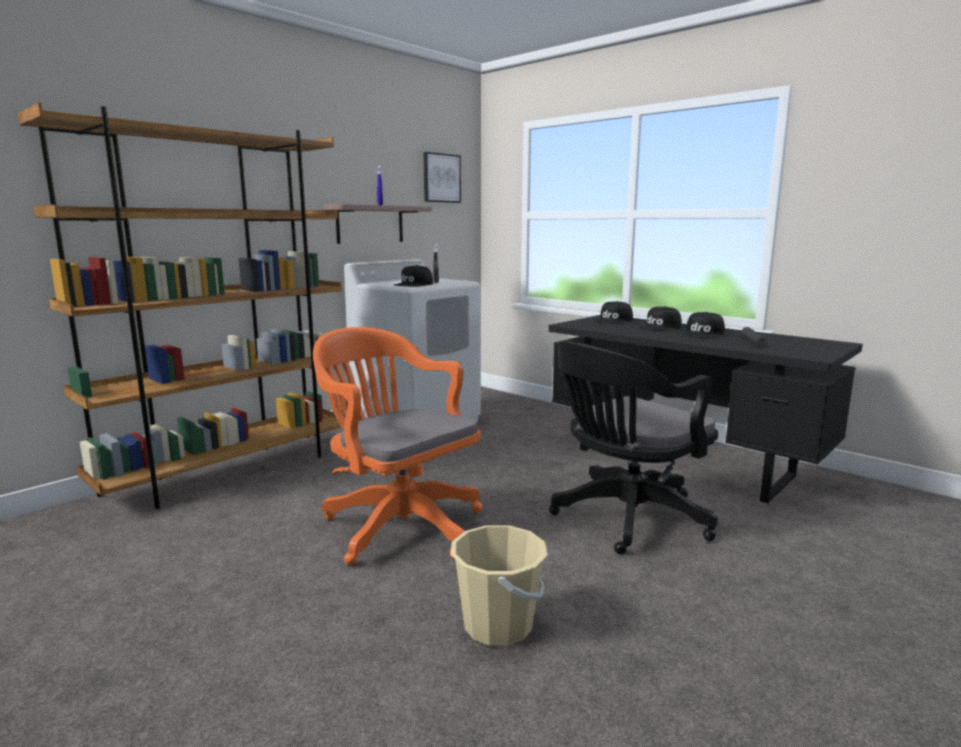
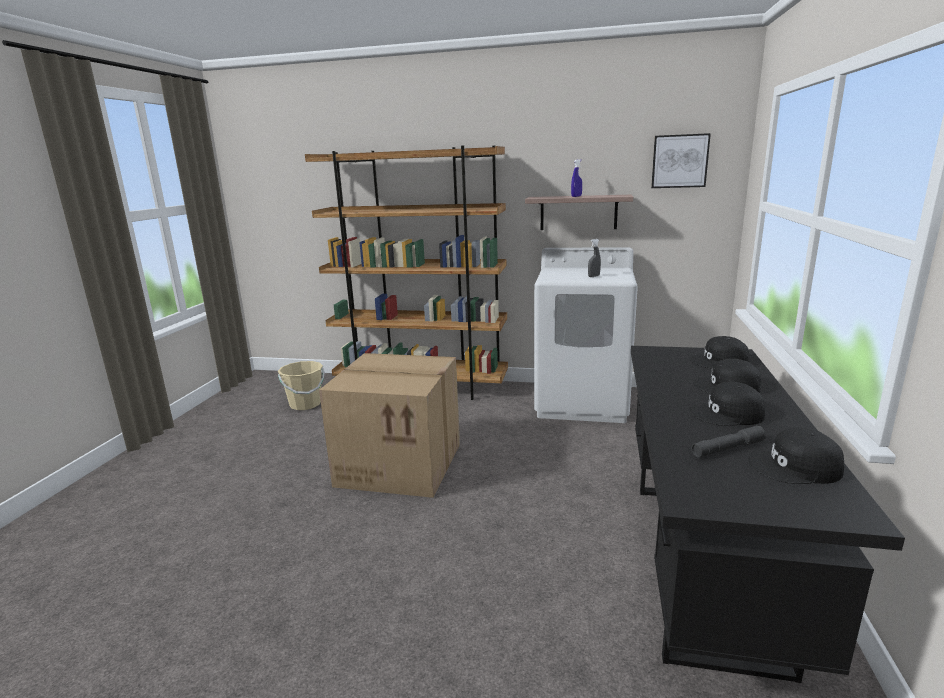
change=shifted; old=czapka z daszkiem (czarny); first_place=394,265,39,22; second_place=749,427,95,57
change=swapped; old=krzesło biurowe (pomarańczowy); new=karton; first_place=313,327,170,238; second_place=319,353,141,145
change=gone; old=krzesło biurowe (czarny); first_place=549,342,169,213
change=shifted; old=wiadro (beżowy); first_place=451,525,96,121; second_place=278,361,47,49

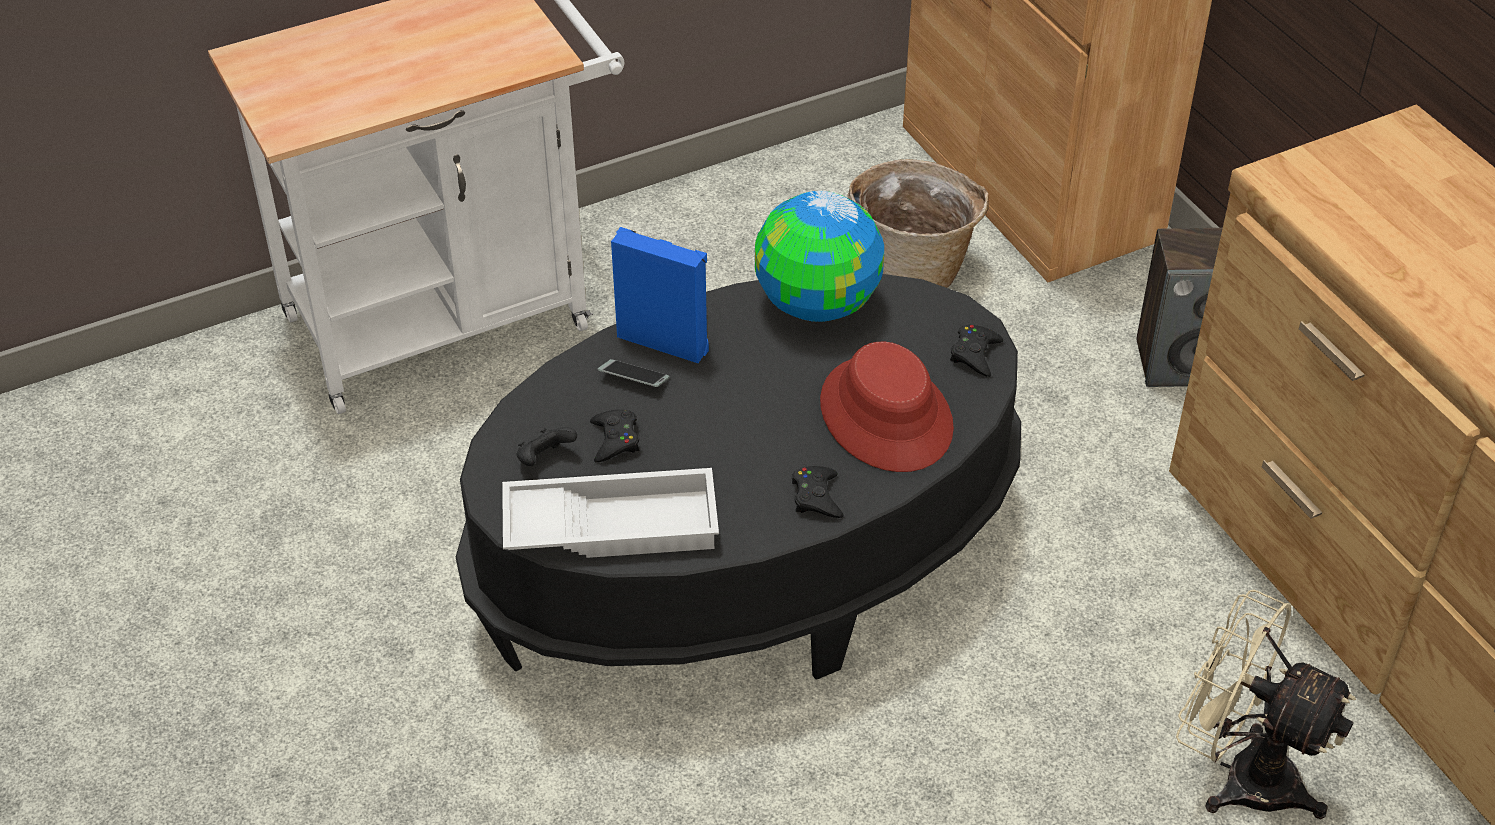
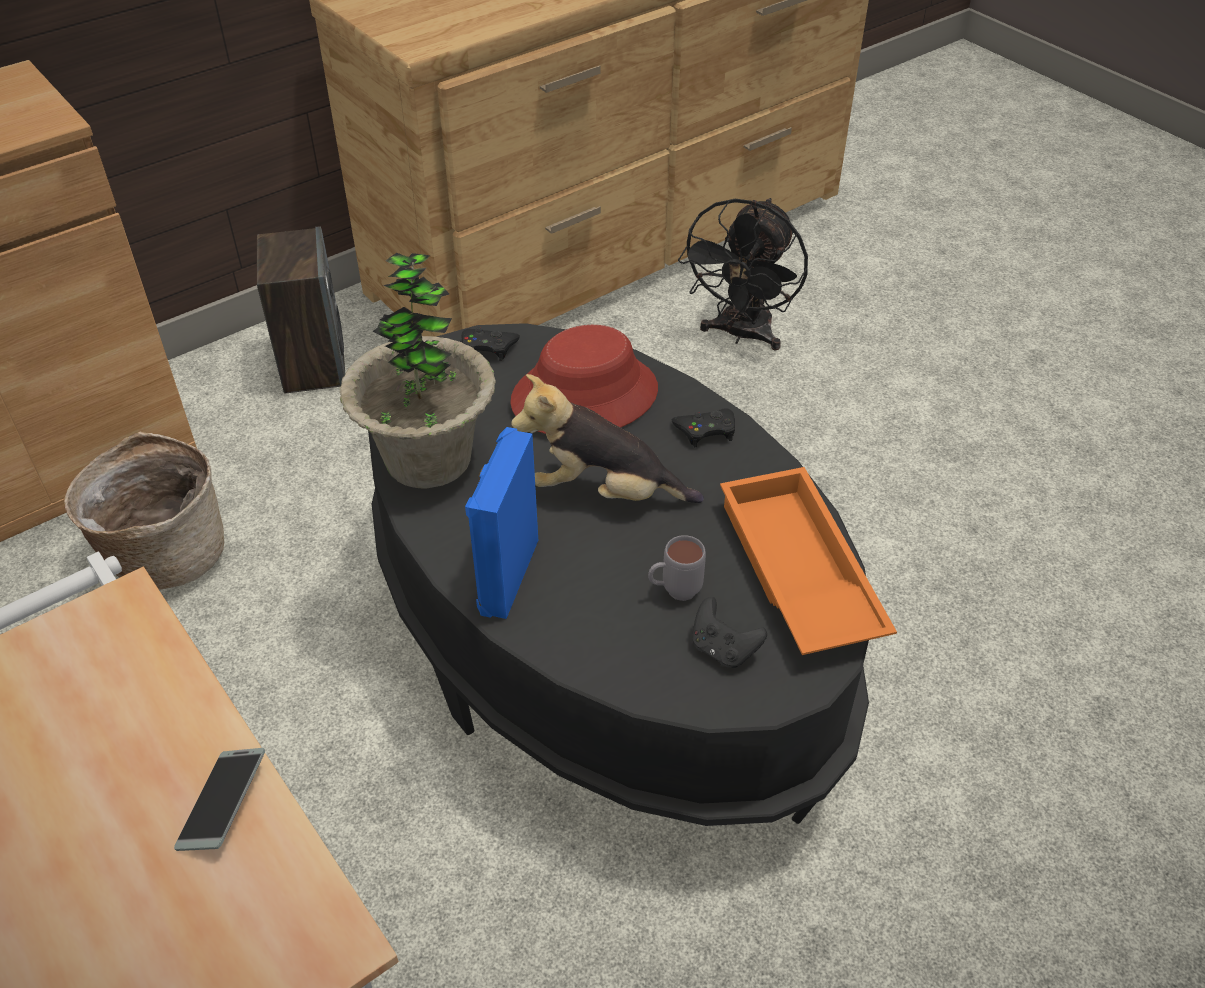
change=swapped; old=globus; new=roślina doniczkowa; first_place=755,191,129,131; second_place=340,253,156,236
change=shifted; old=telefon; first_place=598,359,72,28; second_place=174,748,91,103
change=swapped; old=pad do gier (czarny); new=kubek (szary); first_place=590,410,49,53; second_place=648,535,58,66
change=repainted; old=taca (biały); new=taca (pomarańczowy); first_place=502,468,217,90; second_place=720,467,177,188
change=repainted; old=wentylator (beżowy); new=wentylator (czarny); first_place=1176,589,180,230; second_place=678,198,130,153
change=new; new=pluszak; second_place=511,374,193,129

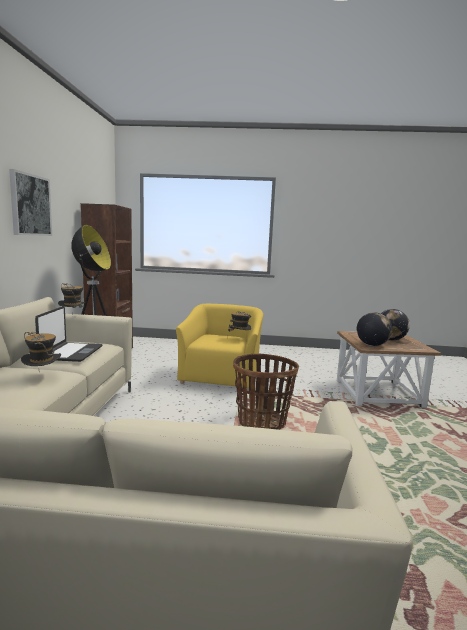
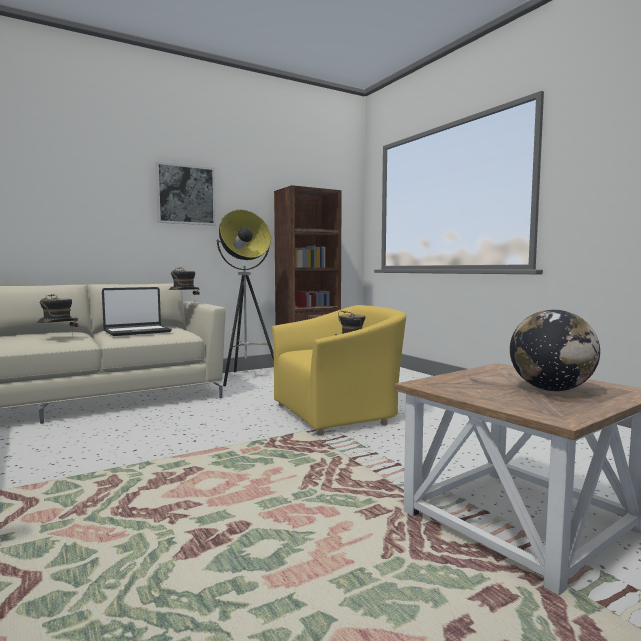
change=gone; old=globus; first_place=357,312,35,34
change=gone; old=koszyk; first_place=233,354,66,76

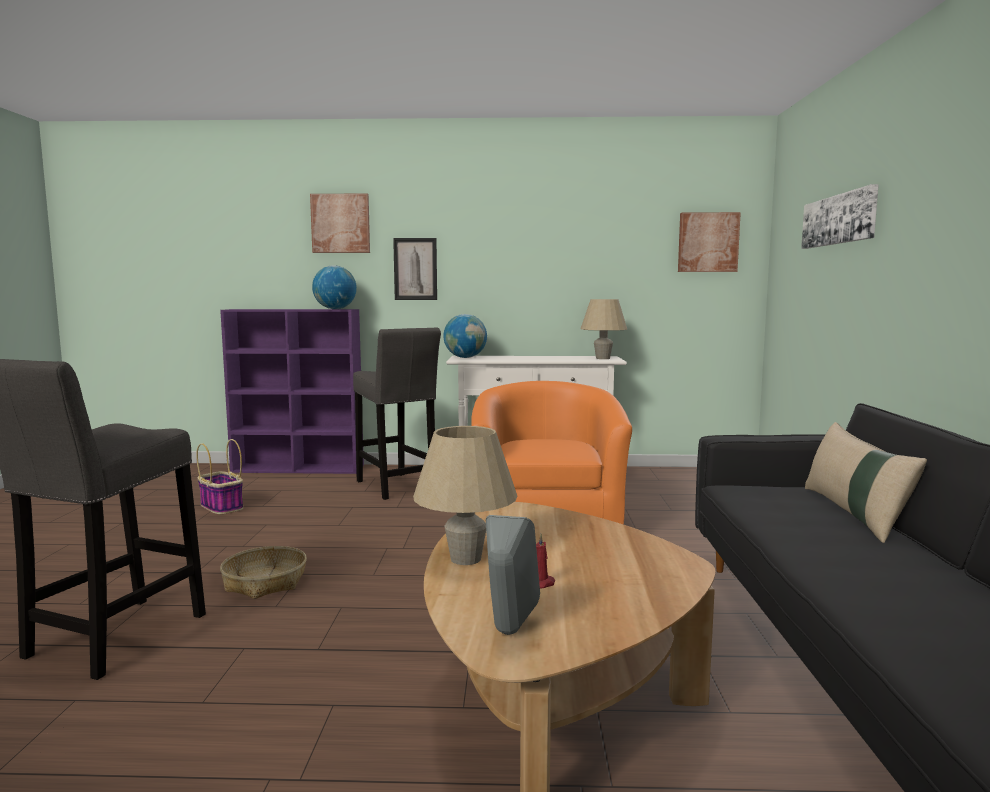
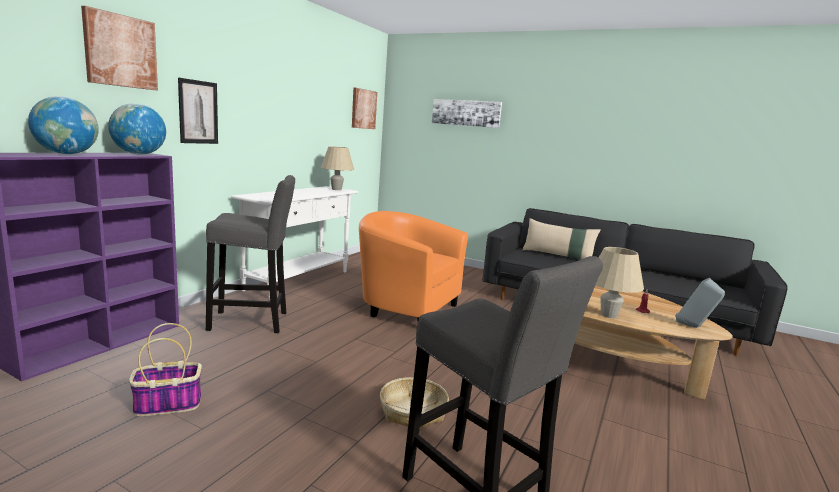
change=shifted; old=globus; first_place=443,314,44,44; second_place=28,96,71,58

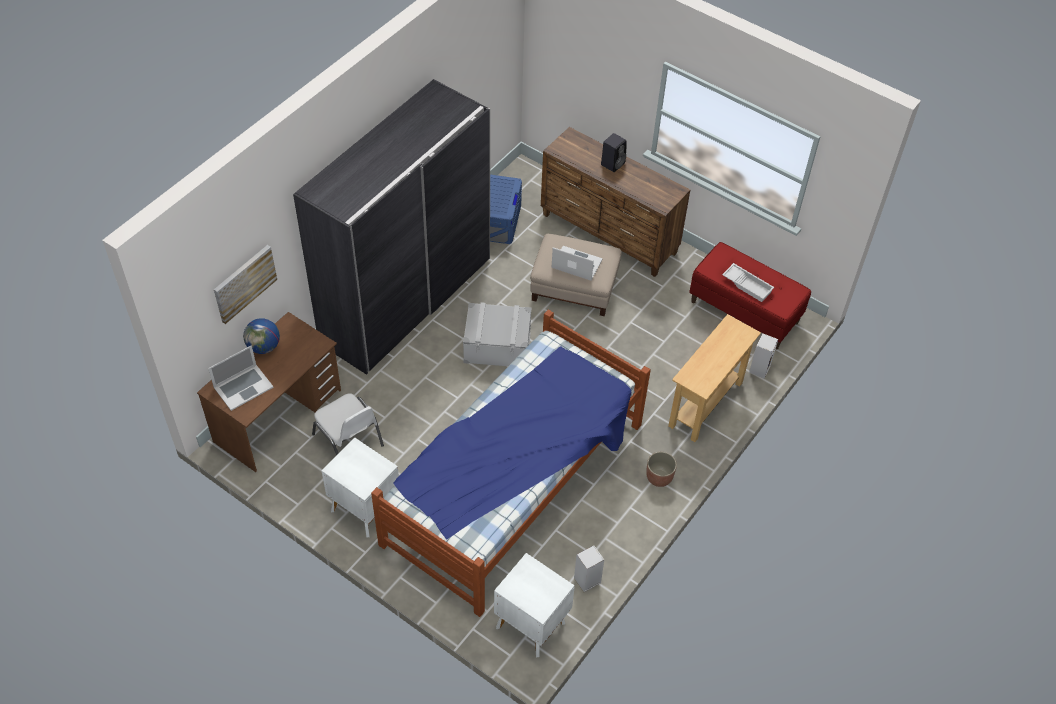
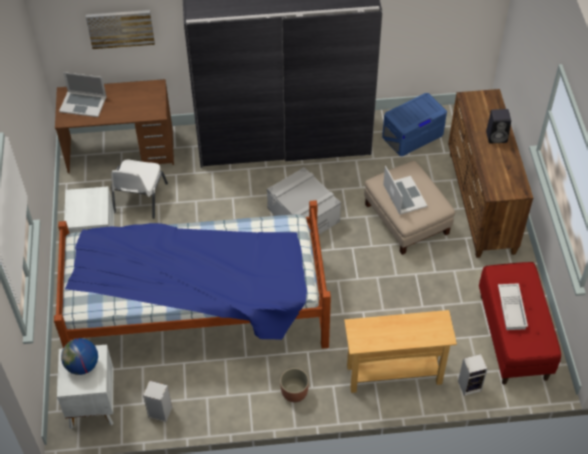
change=shifted; old=globus; first_place=243,318,37,36; second_place=61,338,37,37

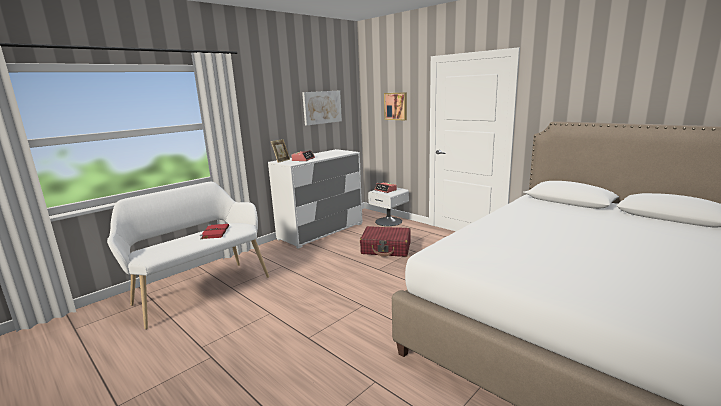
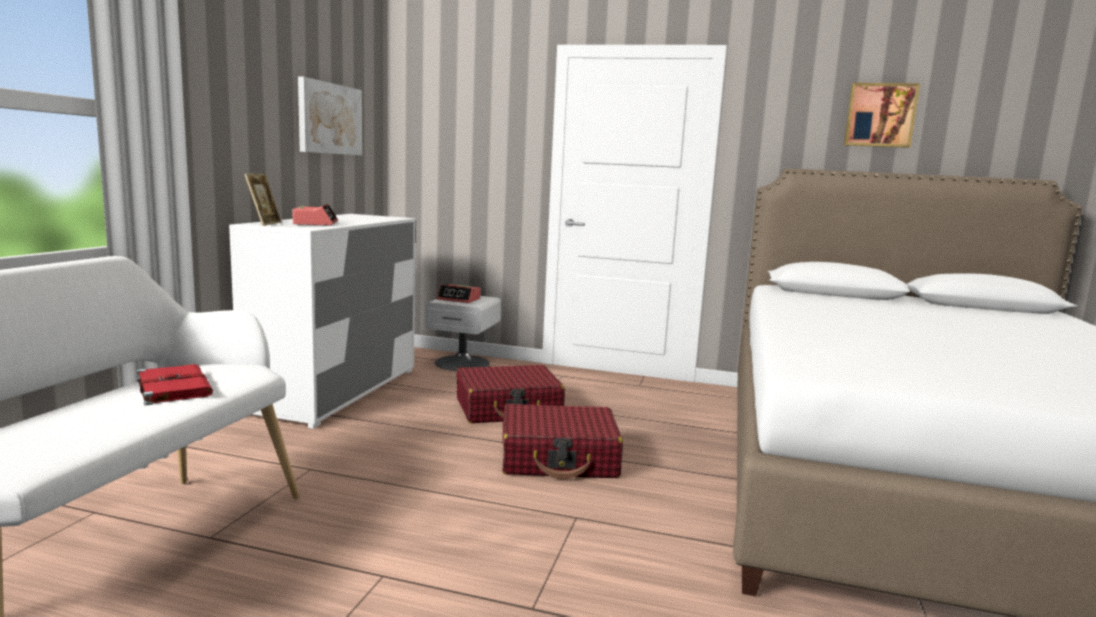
change=shifted; old=obraz; first_place=384,92,23,28; second_place=844,83,76,65
change=new; new=walizka (czerwony); second_place=503,404,120,75

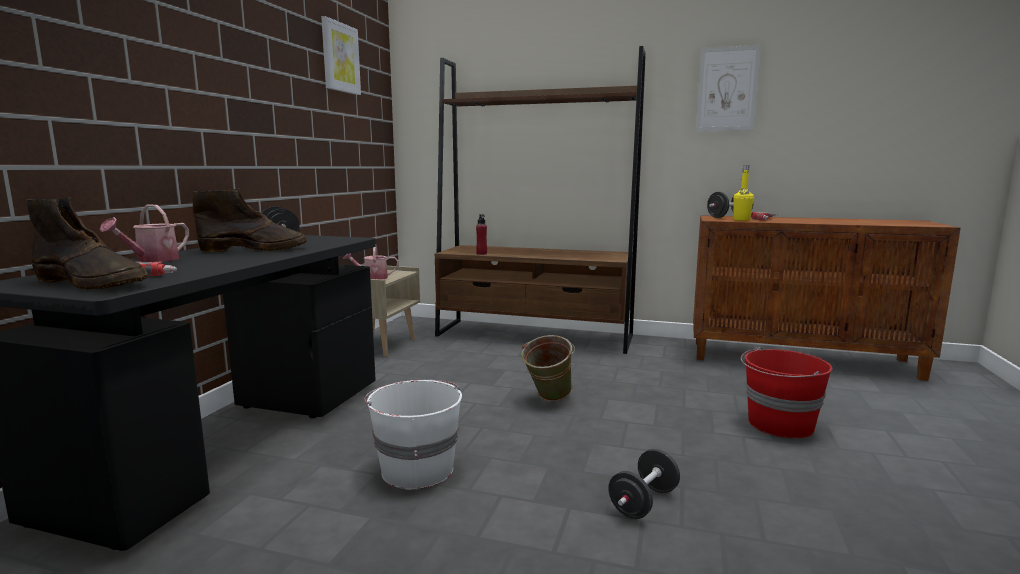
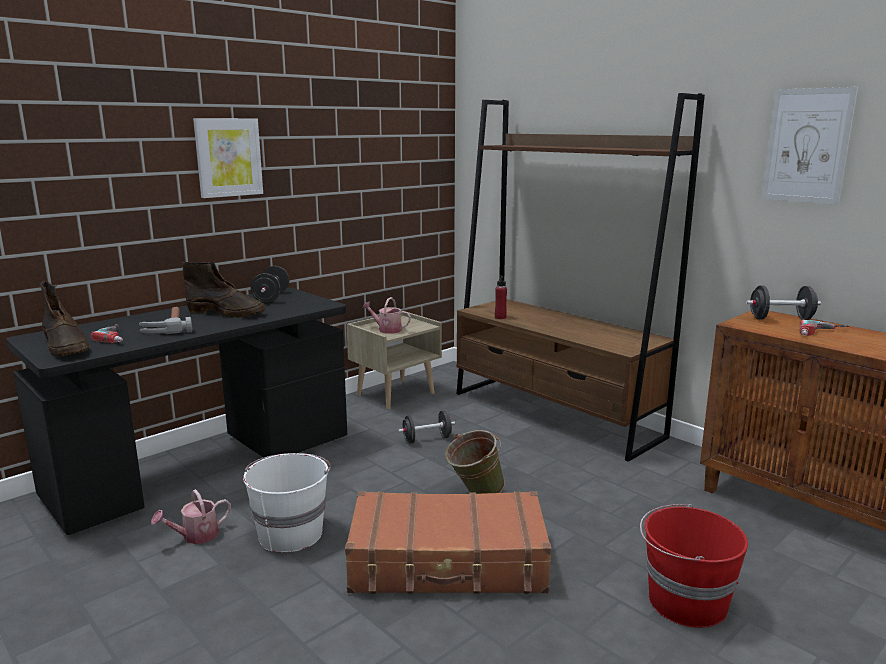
change=shifted; old=obraz; first_place=321,16,40,79; second_place=193,118,70,80
change=gone; old=butelka (żółty); first_place=733,165,21,56
change=shifted; old=konewka; first_place=99,205,90,57; second_place=151,489,80,55
change=shifted; old=hantel (czarny); first_place=608,449,72,70; second_place=398,410,57,34
change=new; new=młotek; second_place=139,307,53,27
change=new; new=walizka (brązowy); second_place=345,491,206,103

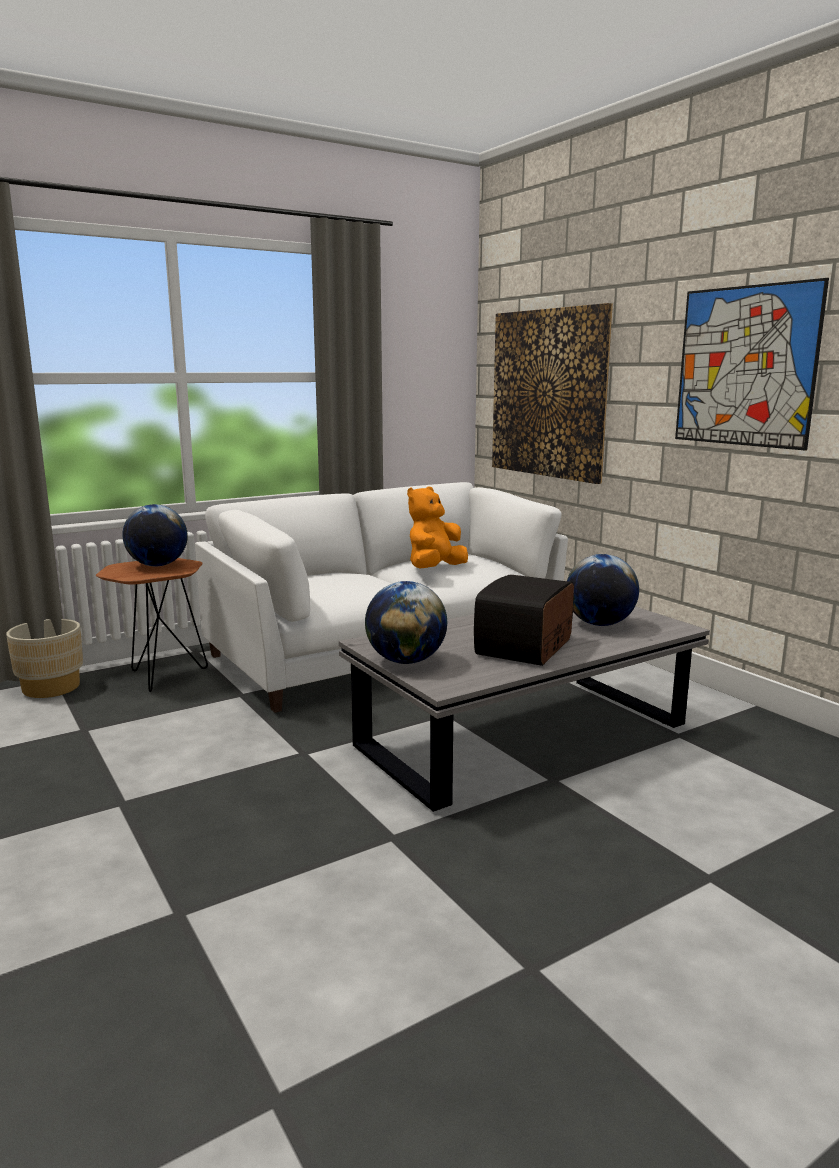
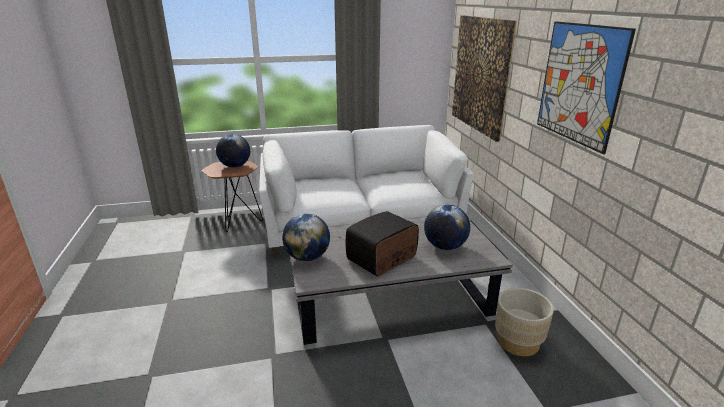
change=gone; old=pluszak (pomarańczowy); first_place=407,486,61,82
change=shifted; old=donica (beżowy); first_place=6,619,77,79; second_place=495,288,59,68

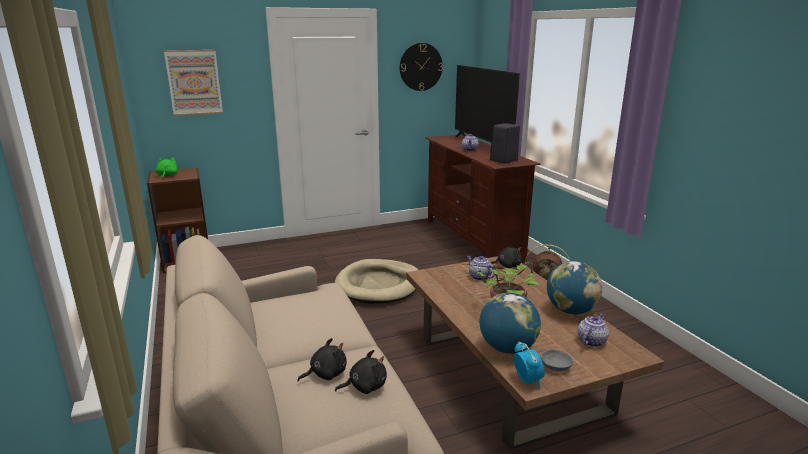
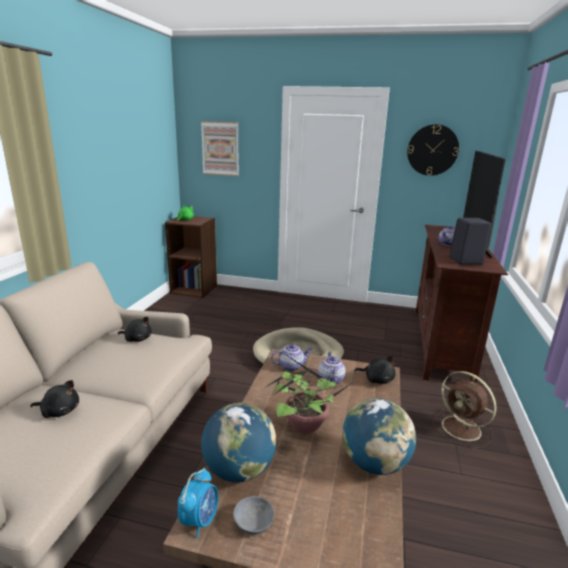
change=shifted; old=imbryk; first_place=578,313,31,34; second_place=271,344,41,27
change=shifted; old=pluszak (czarny); first_place=335,350,52,44; second_place=118,317,34,25

